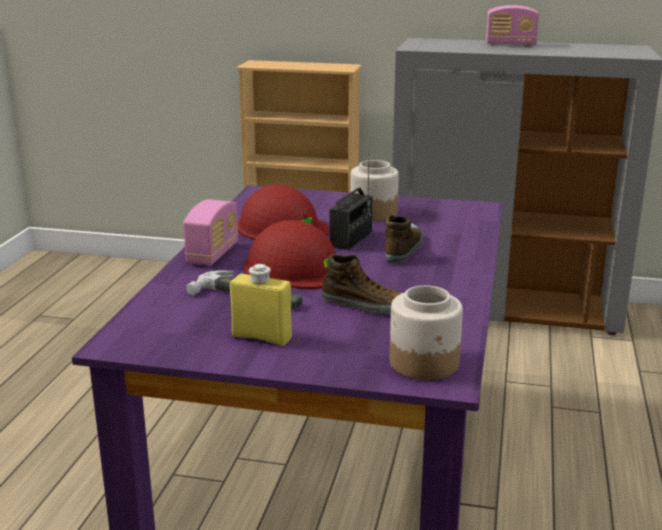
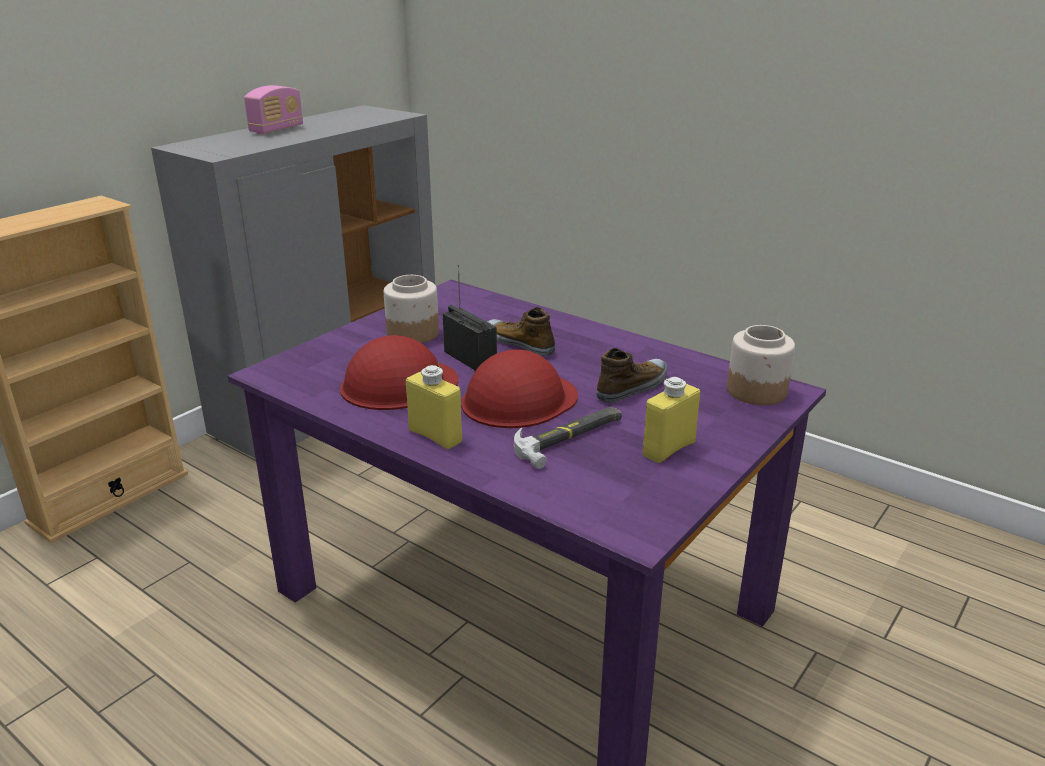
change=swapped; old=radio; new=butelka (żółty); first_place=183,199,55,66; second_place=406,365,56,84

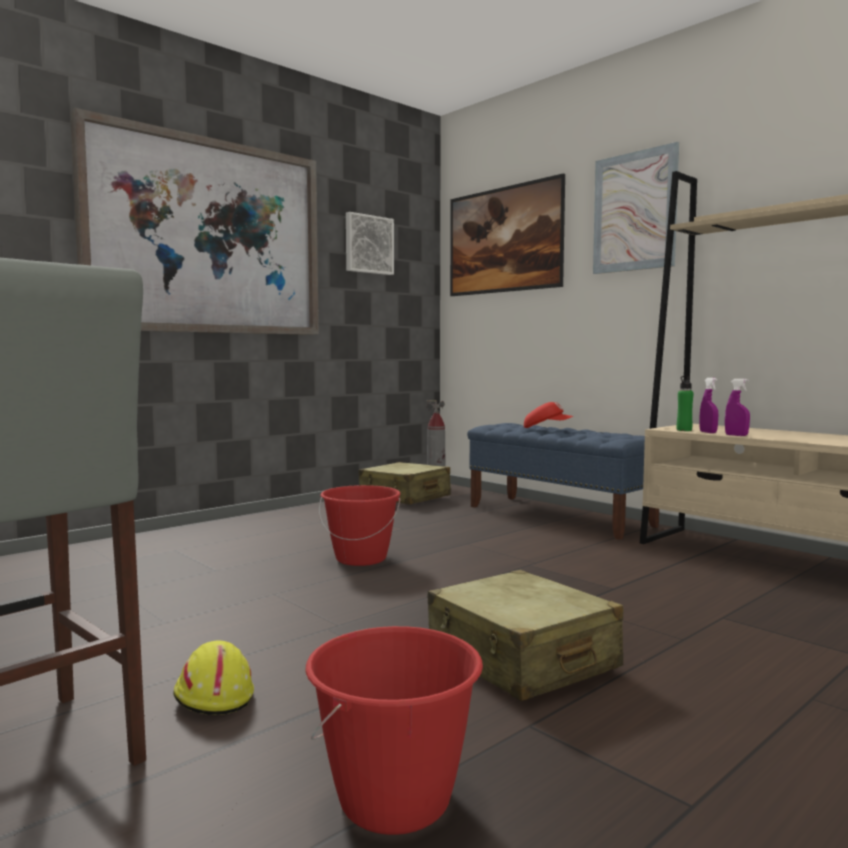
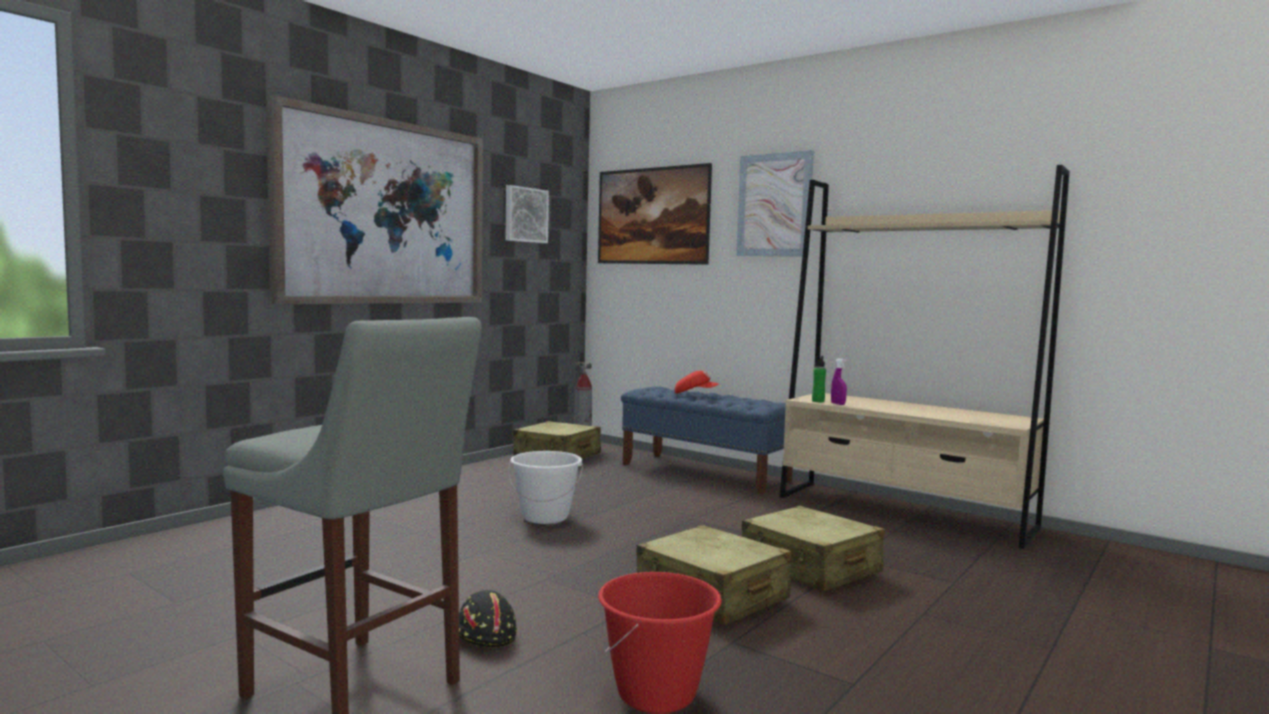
change=gone; old=spryskiwacz (fioletowy); first_place=725,379,25,57
change=repainted; old=wiadro (czerwony); new=wiadro (biały); first_place=319,485,82,81; second_place=508,451,75,73
change=repainted; old=kask (żółty); new=kask (czarny); first_place=173,640,81,75; second_place=459,590,58,58
change=new; new=walizka (beżowy); second_place=742,506,142,86

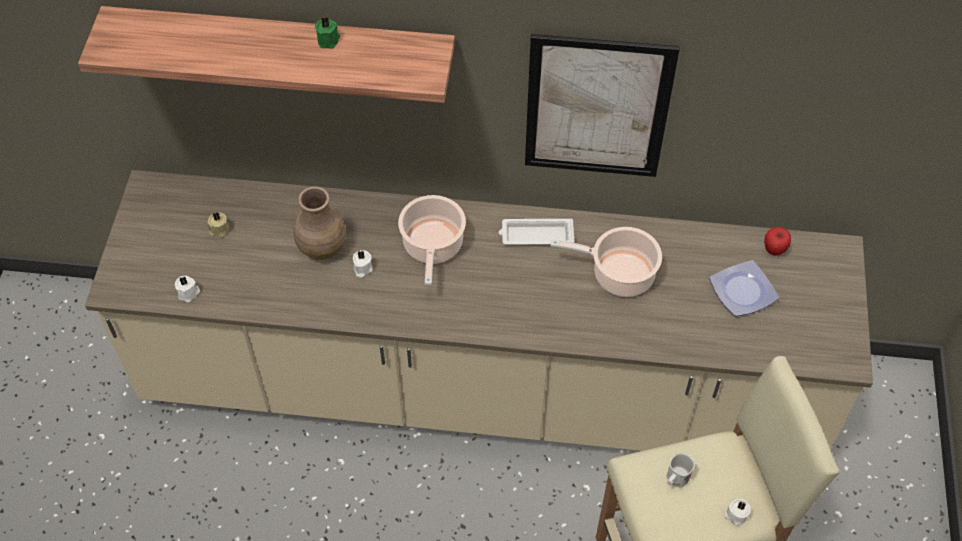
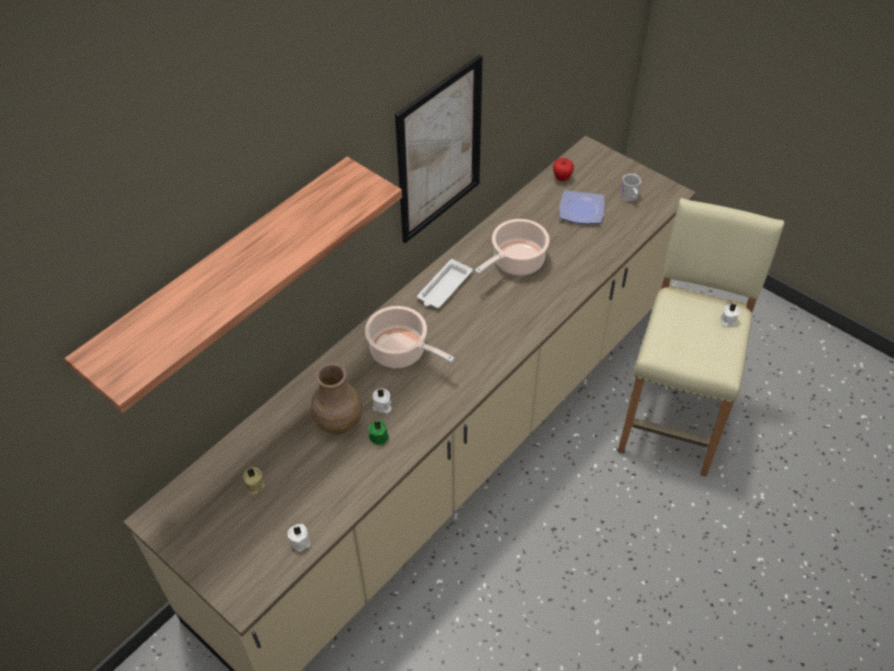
change=shifted; old=świeca (zielony); first_place=315,17,25,32; second_place=368,420,21,25
change=shifted; old=kubek (biały); first_place=667,452,28,36; second_place=620,174,21,27

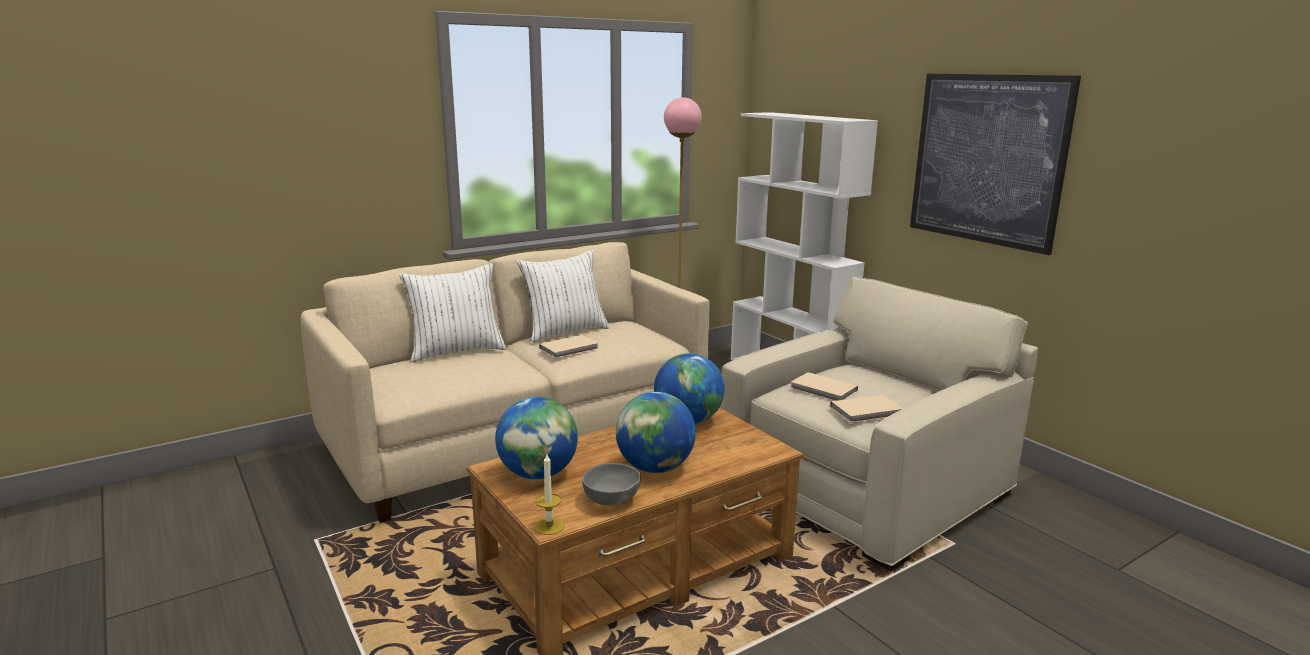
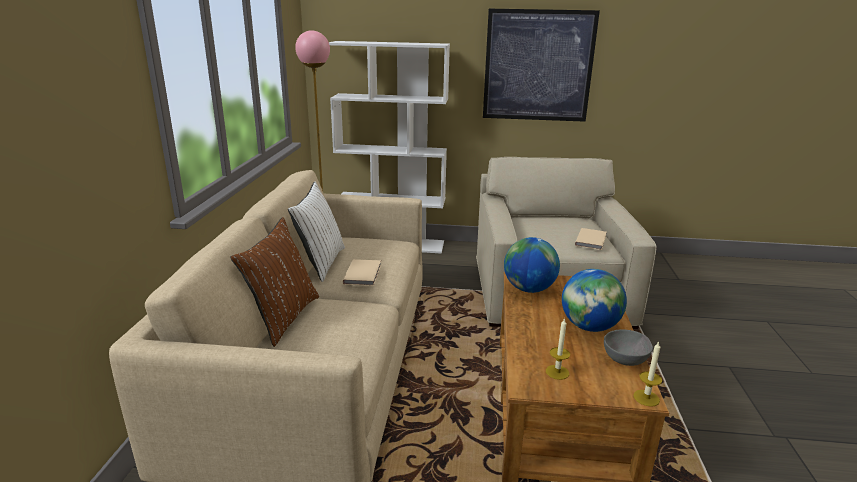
change=repainted; old=poduszka (biały); new=poduszka (brązowy); first_place=399,263,107,100; second_place=230,217,89,130
change=gone; old=książka (beżowy); first_place=790,372,68,29
change=swapped; old=globus; new=świeca; first_place=495,397,83,82; second_place=546,318,24,62

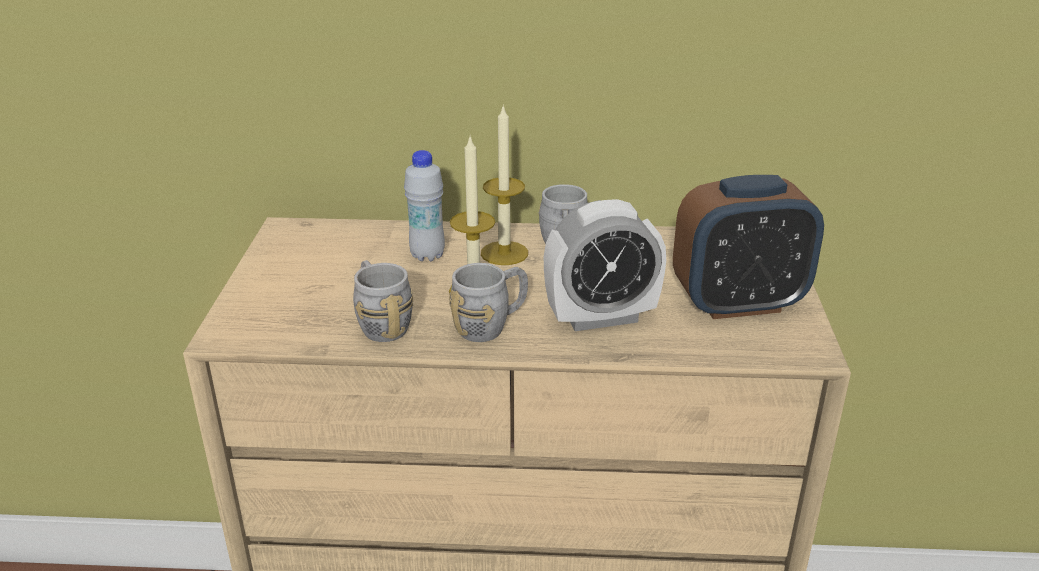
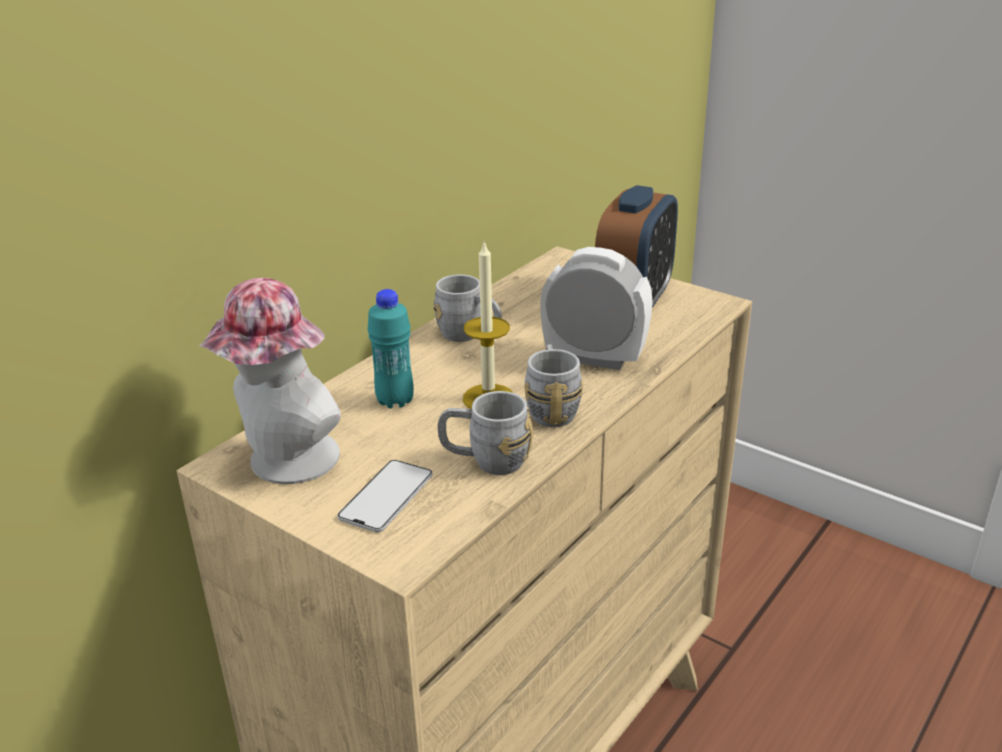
change=gone; old=świeca; first_place=481,104,47,161
change=repainted; old=butelka (biały); new=butelka (turkusowy); first_place=404,150,41,111; second_place=367,289,47,119
change=rotated; old=budzik; first_place=544,199,122,132; second_place=540,247,113,123; degrees=-90
change=new; new=kapelusz; second_place=199,278,142,206
change=new; new=telefon; second_place=337,460,96,72

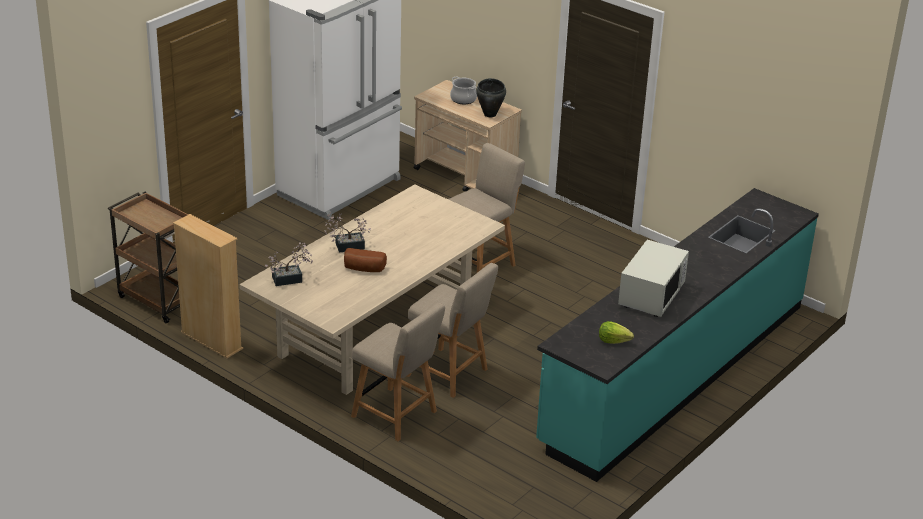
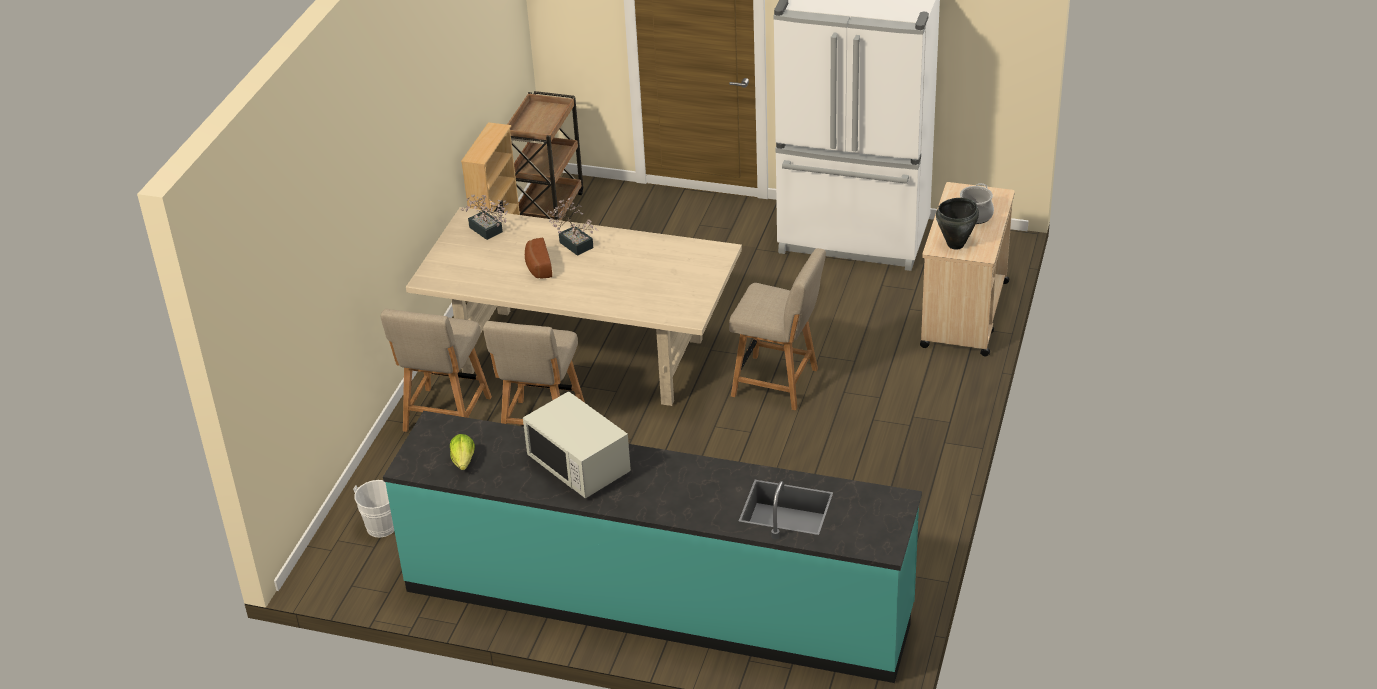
change=rotated; old=mikrofalówka (biały); first_place=618,240,71,77; second_place=523,391,108,108; degrees=45
change=new; new=wiadro (biały); second_place=353,480,41,58

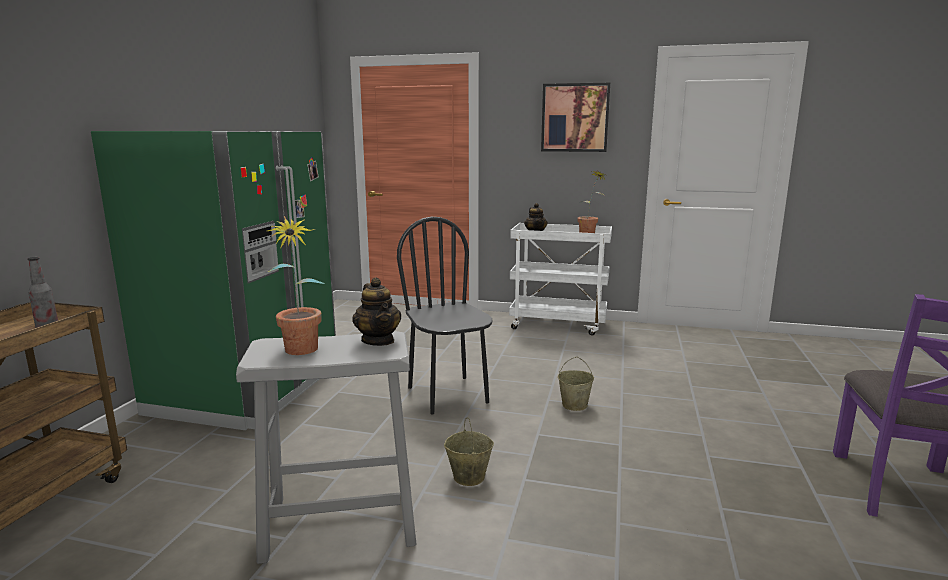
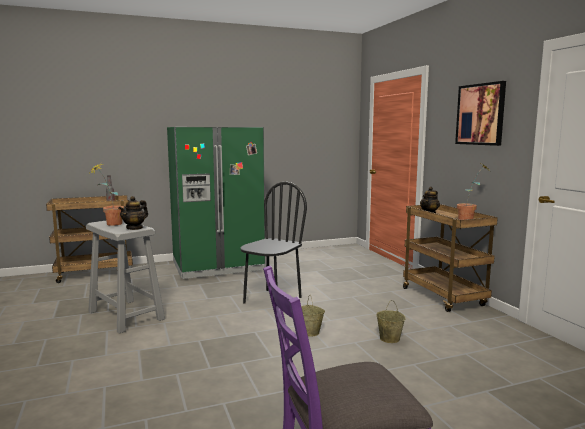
change=repainted; old=wózek (biały); new=wózek (brązowy); first_place=509,223,103,112; second_place=403,204,95,108
change=shifted; old=wiadro (beżowy); first_place=444,418,50,68; second_place=376,300,30,43

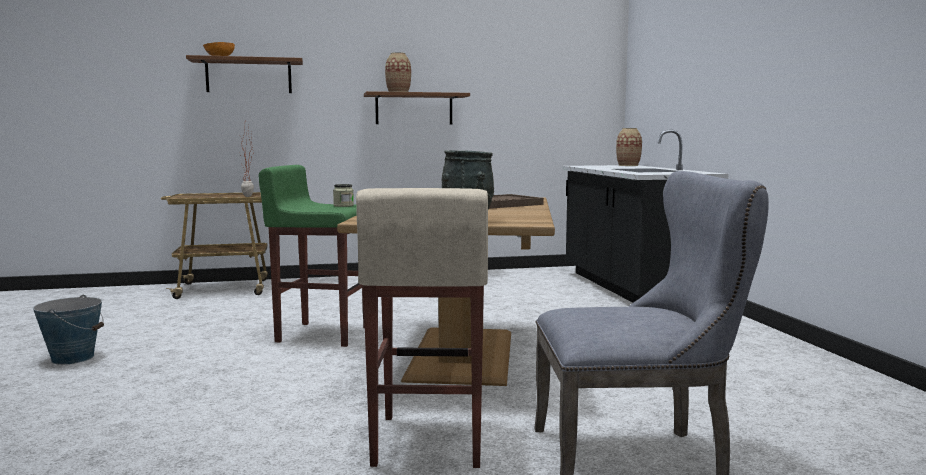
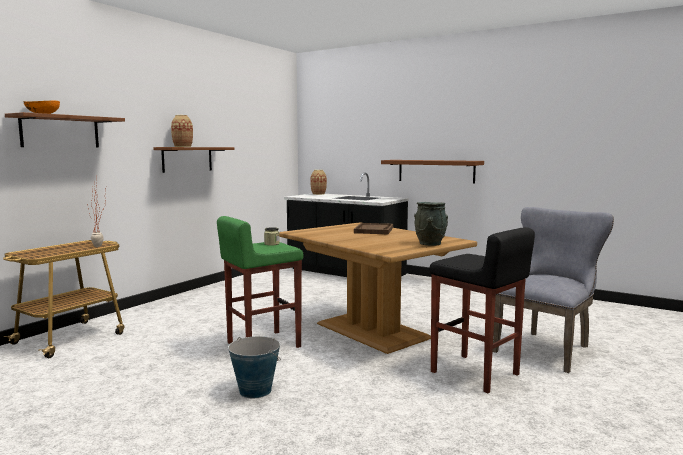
change=repainted; old=stołek (beżowy); new=stołek (czarny); first_place=356,188,132,280; second_place=429,227,106,166
change=shifted; old=wiadro; first_place=33,295,71,70; second_place=228,336,53,62
change=new; new=półka (brązowy); second_place=381,160,103,24

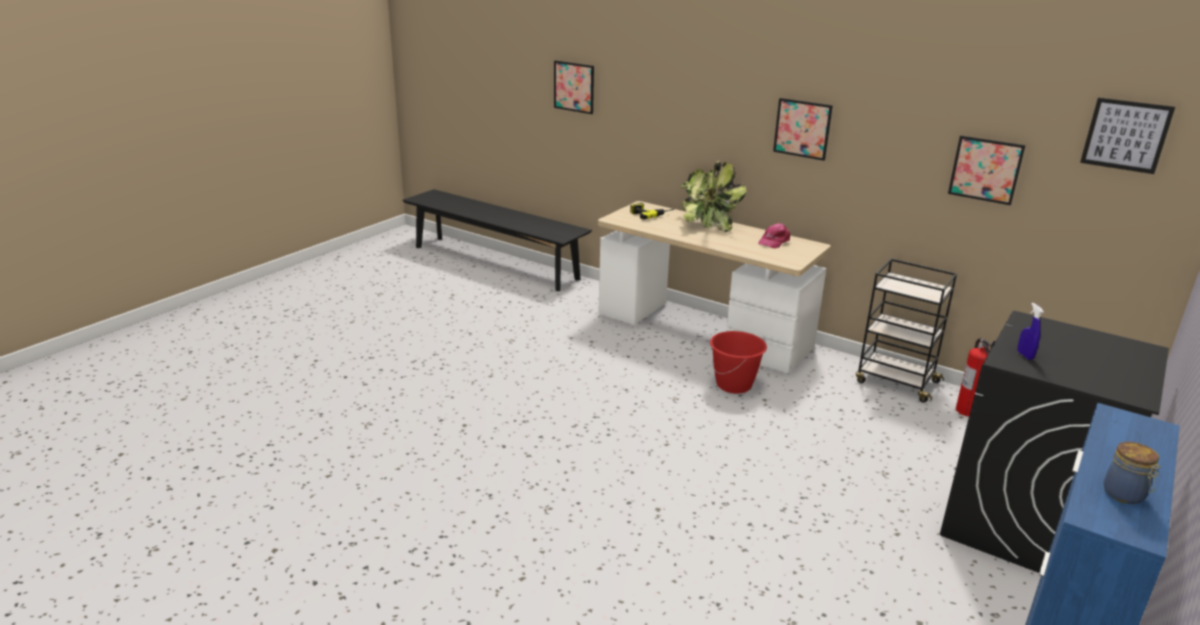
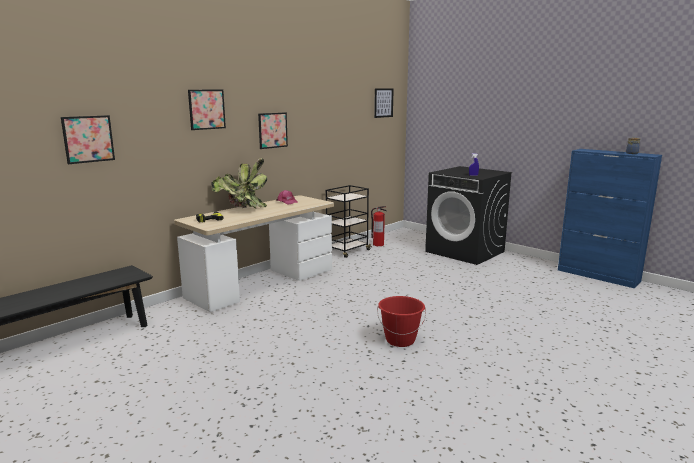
change=shifted; old=obraz; first_place=948,136,77,69; second_place=188,90,38,40
change=shifted; old=wiadro (czerwony); first_place=710,331,57,63; second_place=377,296,49,51

